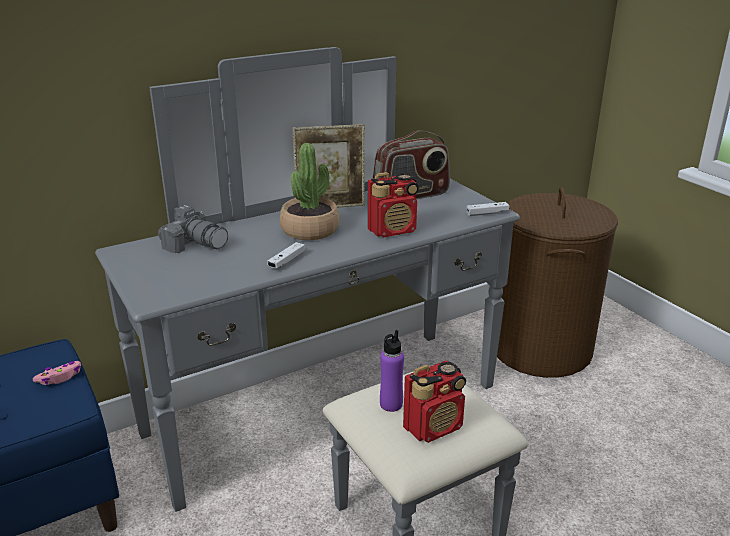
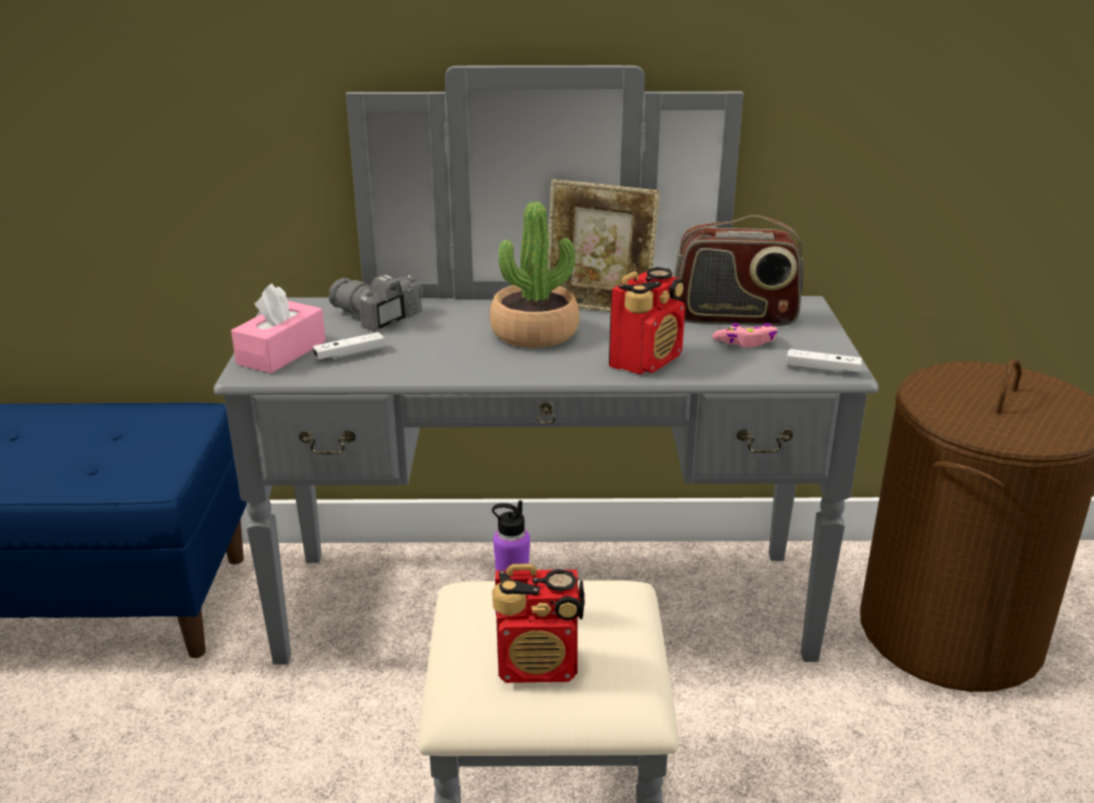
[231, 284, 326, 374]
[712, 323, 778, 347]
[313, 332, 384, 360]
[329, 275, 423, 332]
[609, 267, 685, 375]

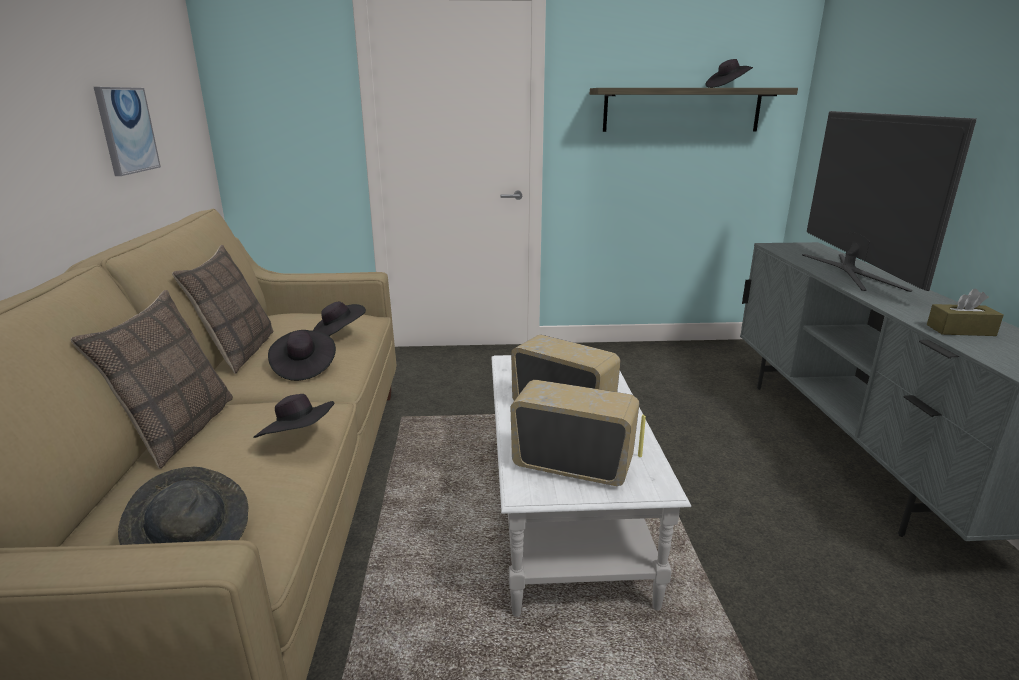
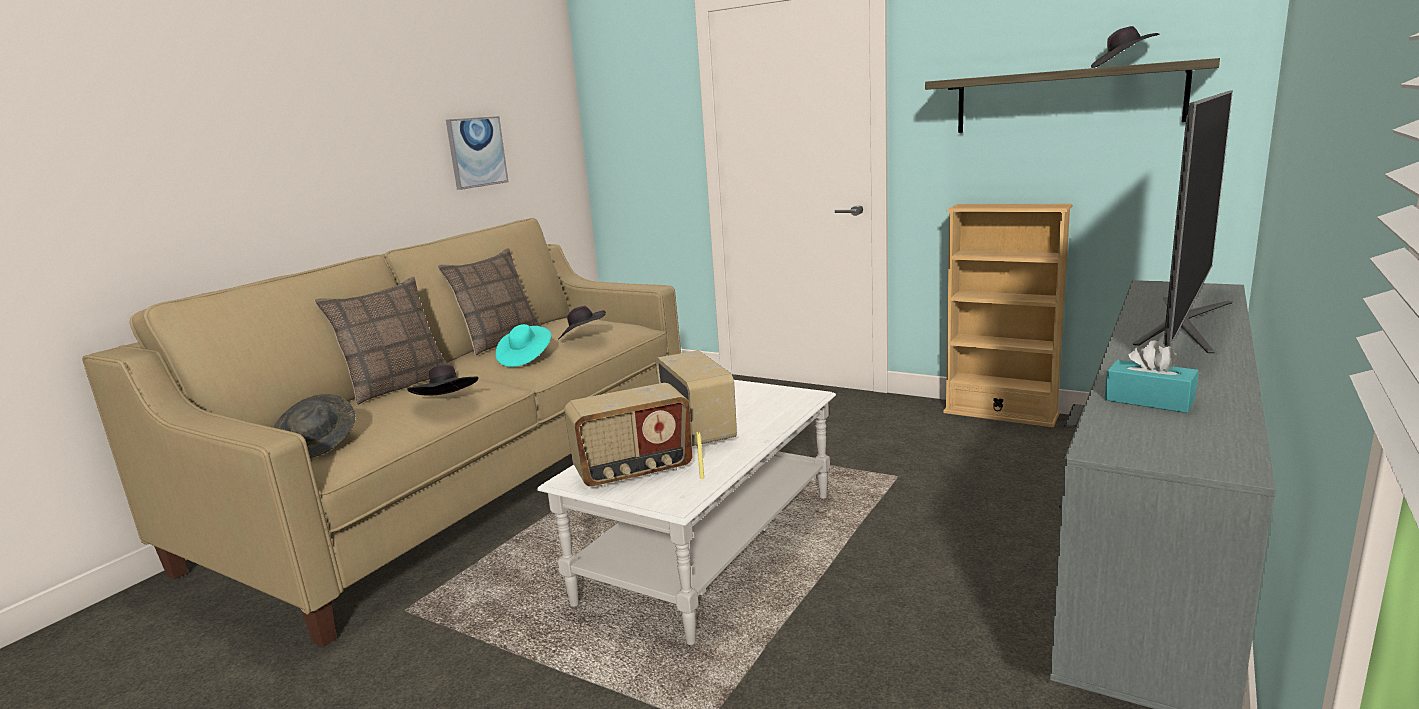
[943, 204, 1073, 427]
[496, 324, 551, 367]
[1105, 340, 1198, 413]
[564, 383, 692, 488]

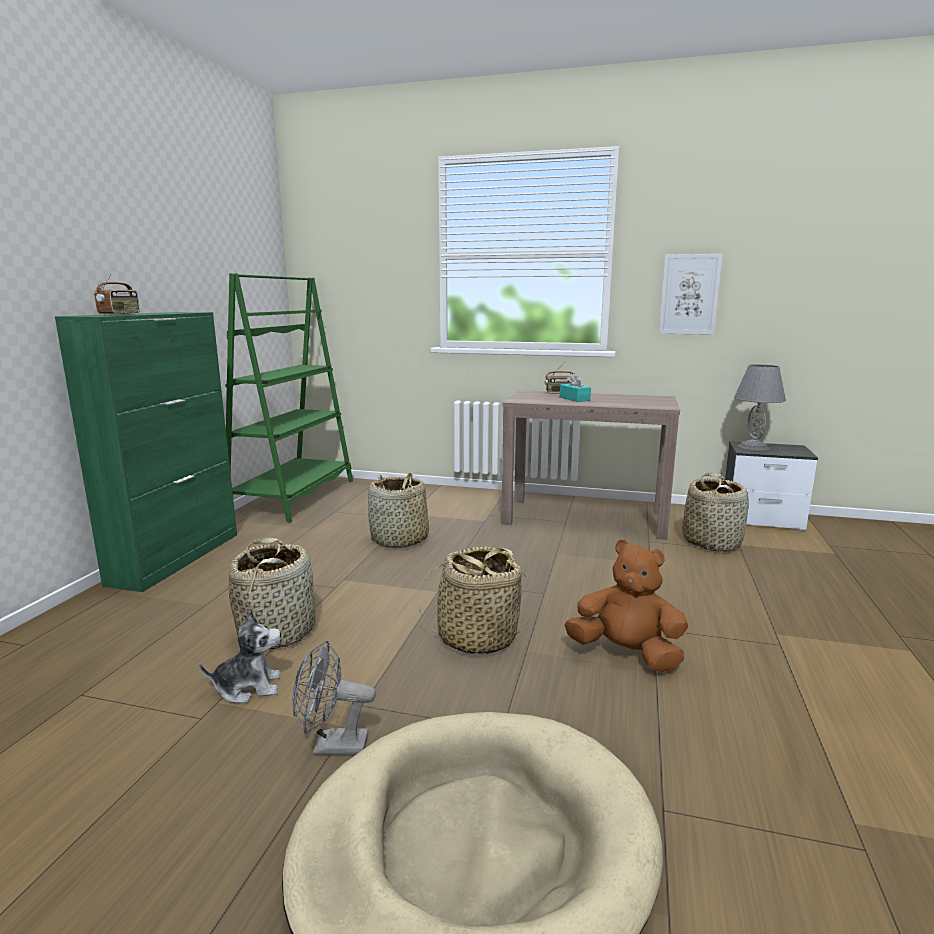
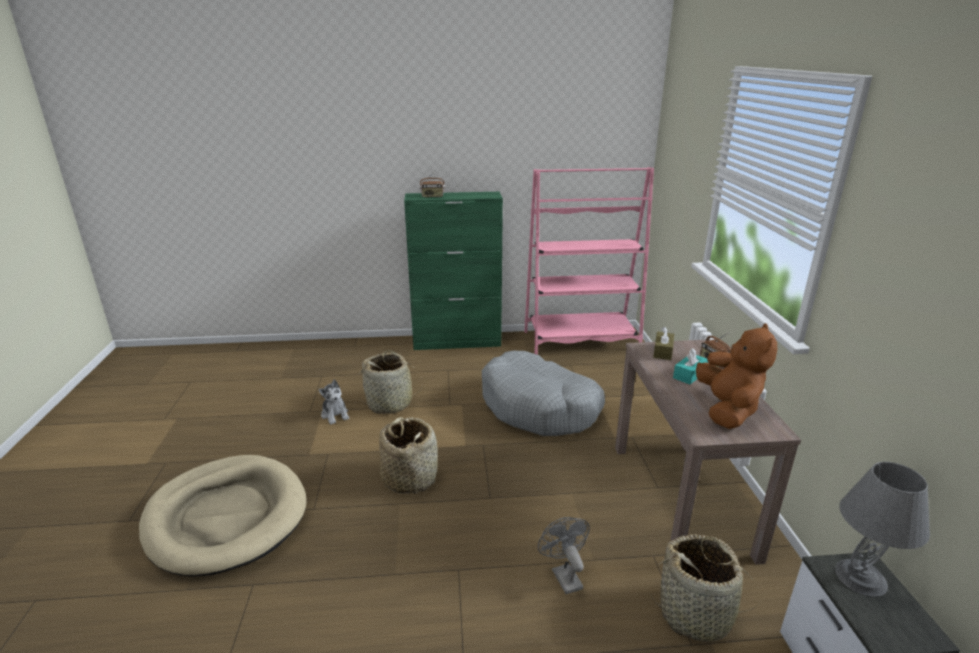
[659, 254, 723, 335] (first image)
[653, 327, 674, 360]
[538, 517, 590, 594]
[696, 323, 777, 429]
[482, 351, 605, 436]
[524, 167, 654, 355]

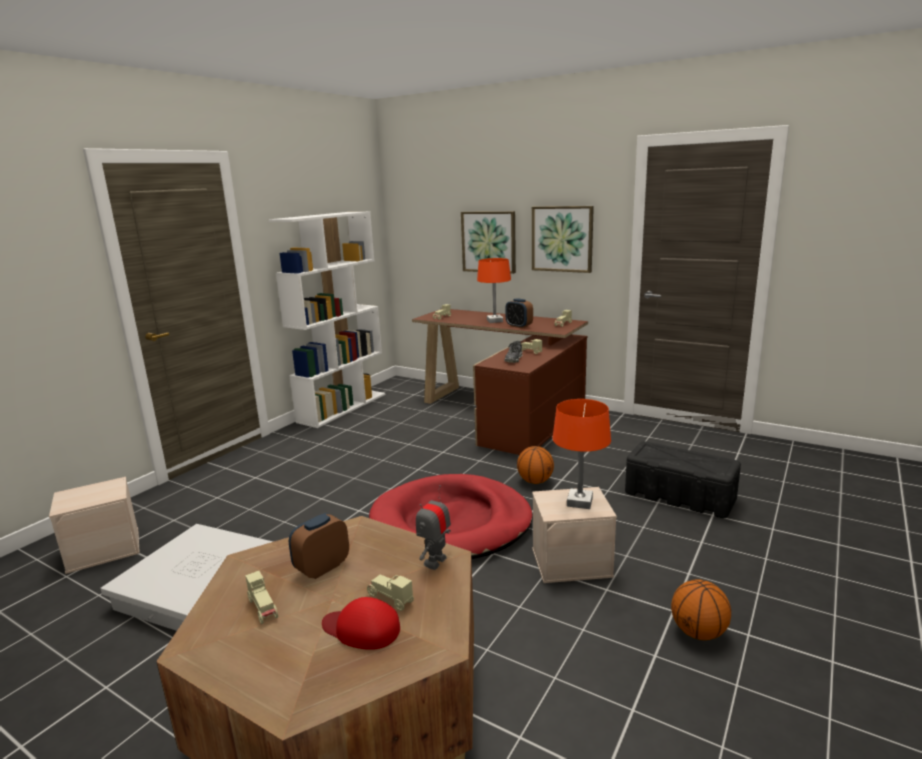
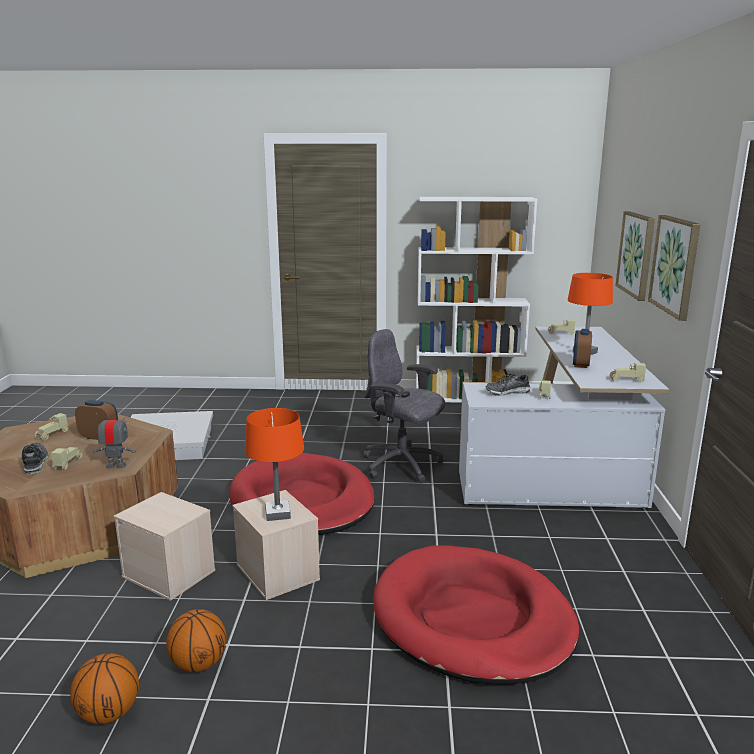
[363, 329, 445, 483]
[114, 492, 215, 601]
[70, 653, 139, 724]
[22, 443, 49, 474]
[373, 545, 579, 684]
[459, 326, 669, 508]

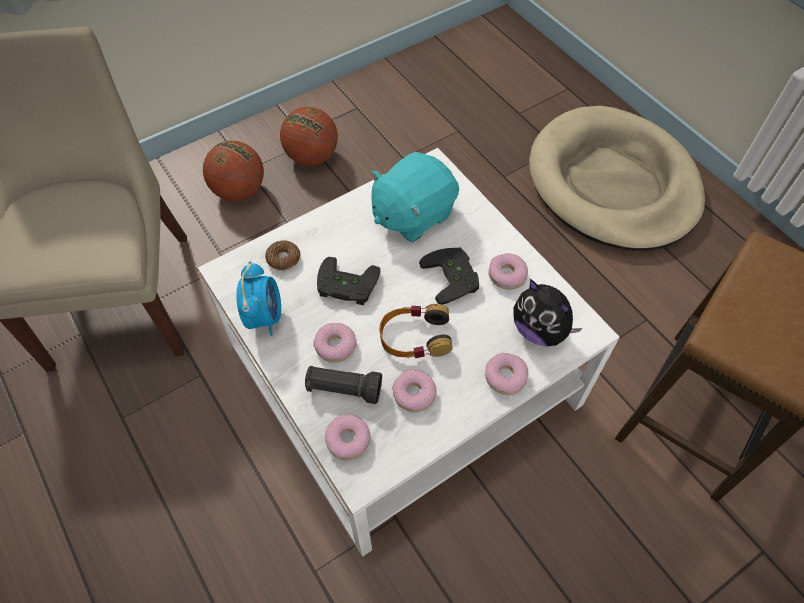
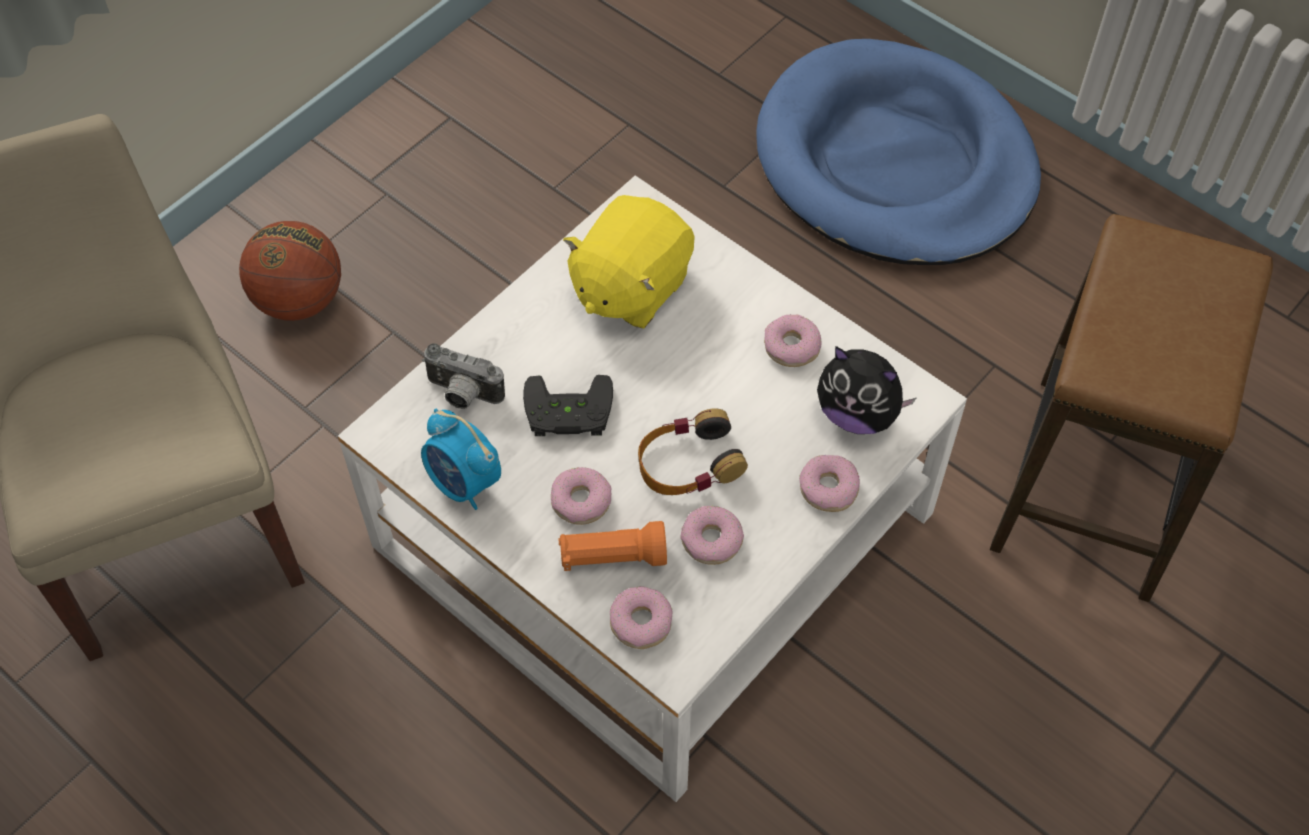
[280, 107, 338, 166] (first image)
[419, 248, 479, 305] (first image)
[422, 343, 505, 409]
[558, 521, 667, 571]
[563, 195, 695, 328]
[756, 39, 1041, 265]
[421, 409, 501, 510]

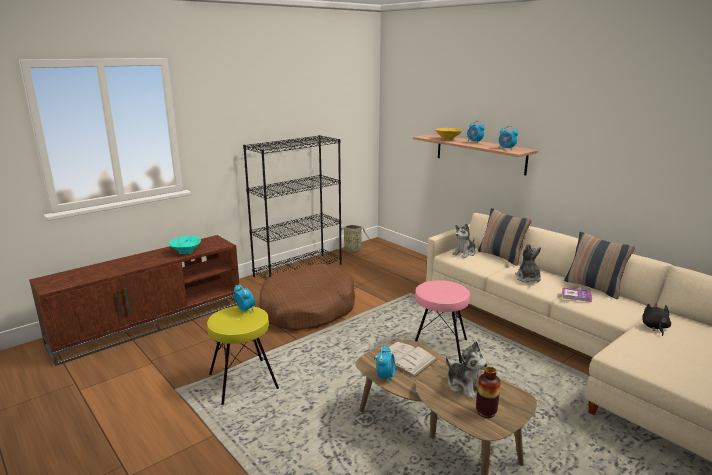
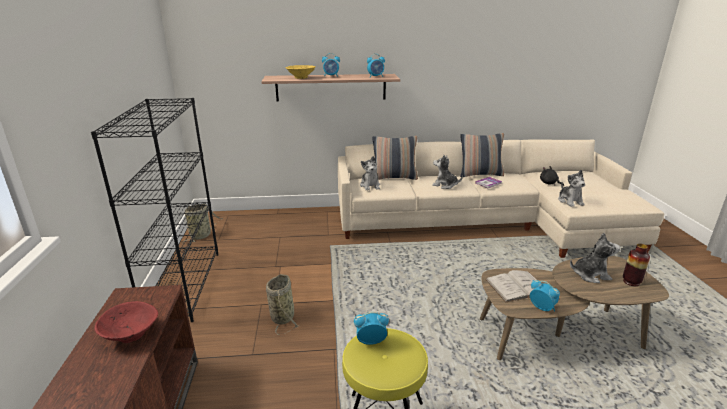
[415, 280, 470, 363] (first image)
[558, 170, 585, 207]
[266, 274, 298, 335]
[94, 301, 158, 343]

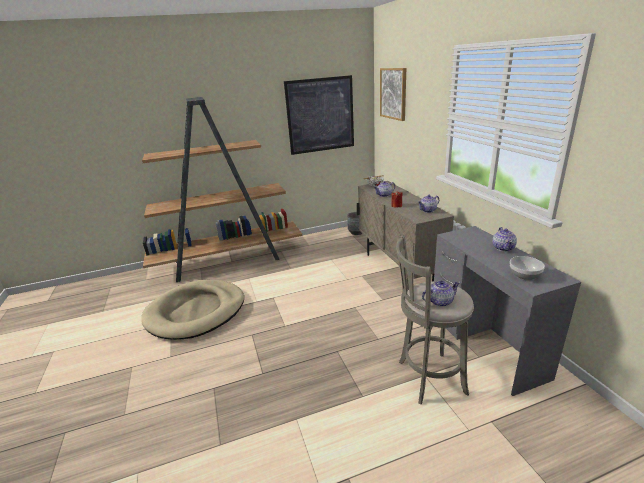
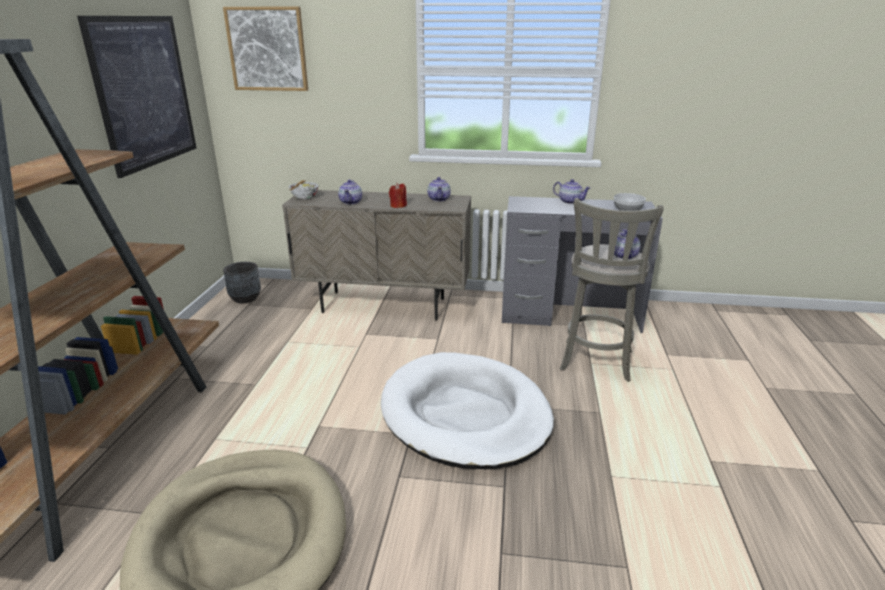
[381, 352, 554, 469]

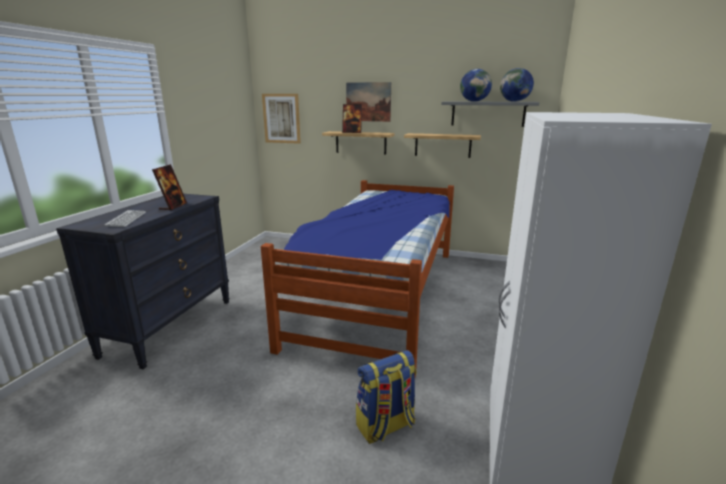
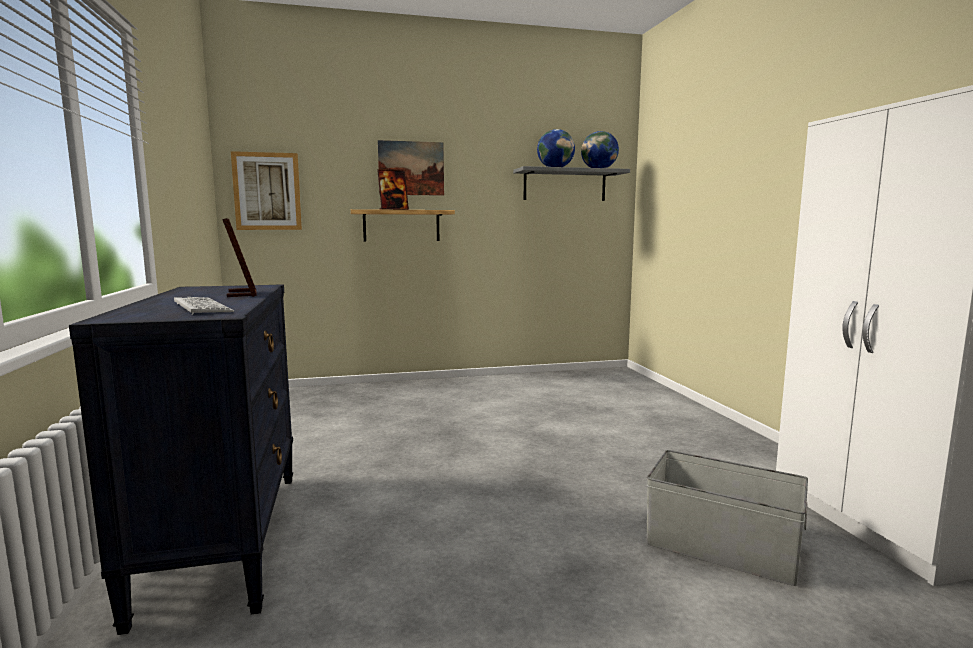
[261, 180, 454, 377] (first image)
[404, 133, 481, 158] (first image)
[646, 450, 808, 586]

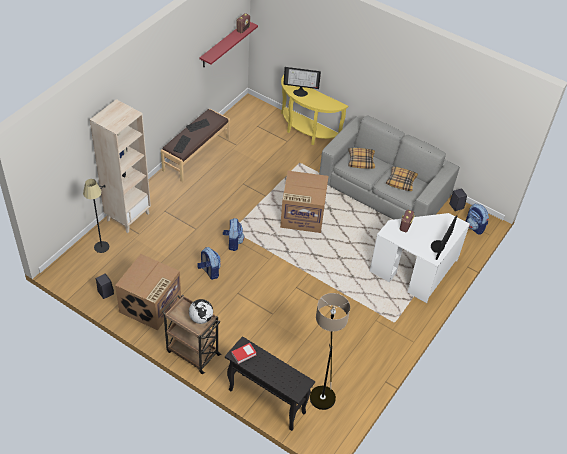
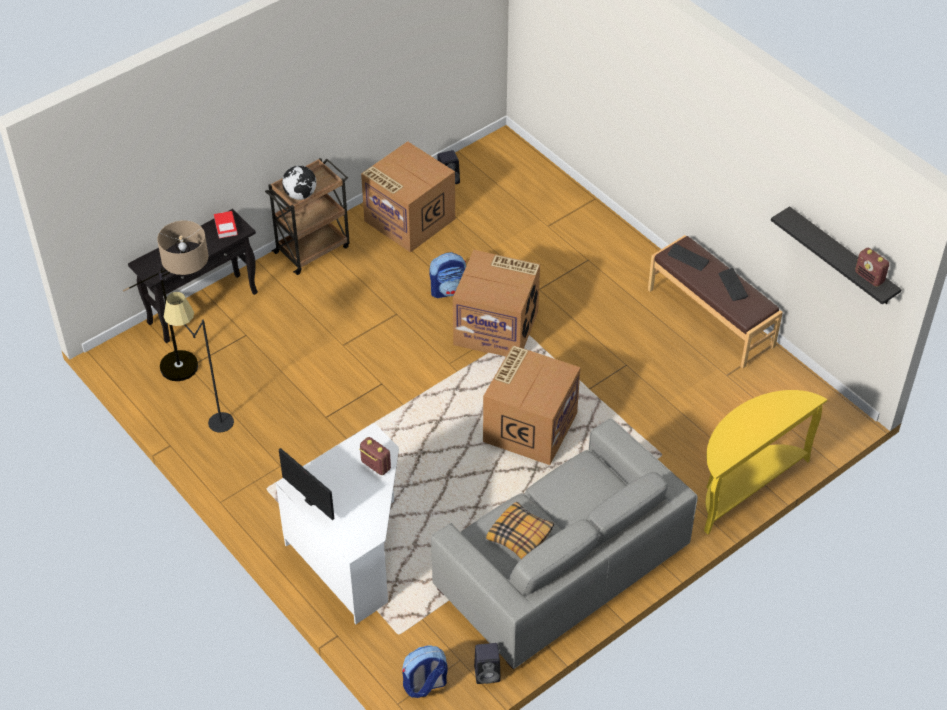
[90, 99, 151, 233] (first image)
[283, 67, 321, 97] (first image)
[348, 148, 375, 169] (first image)
[164, 292, 234, 432]
[453, 250, 540, 356]
[771, 206, 902, 305]

